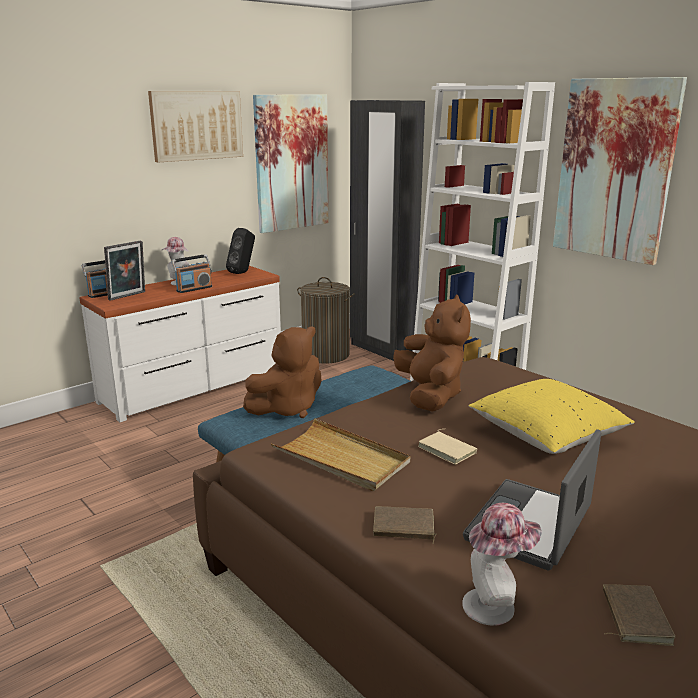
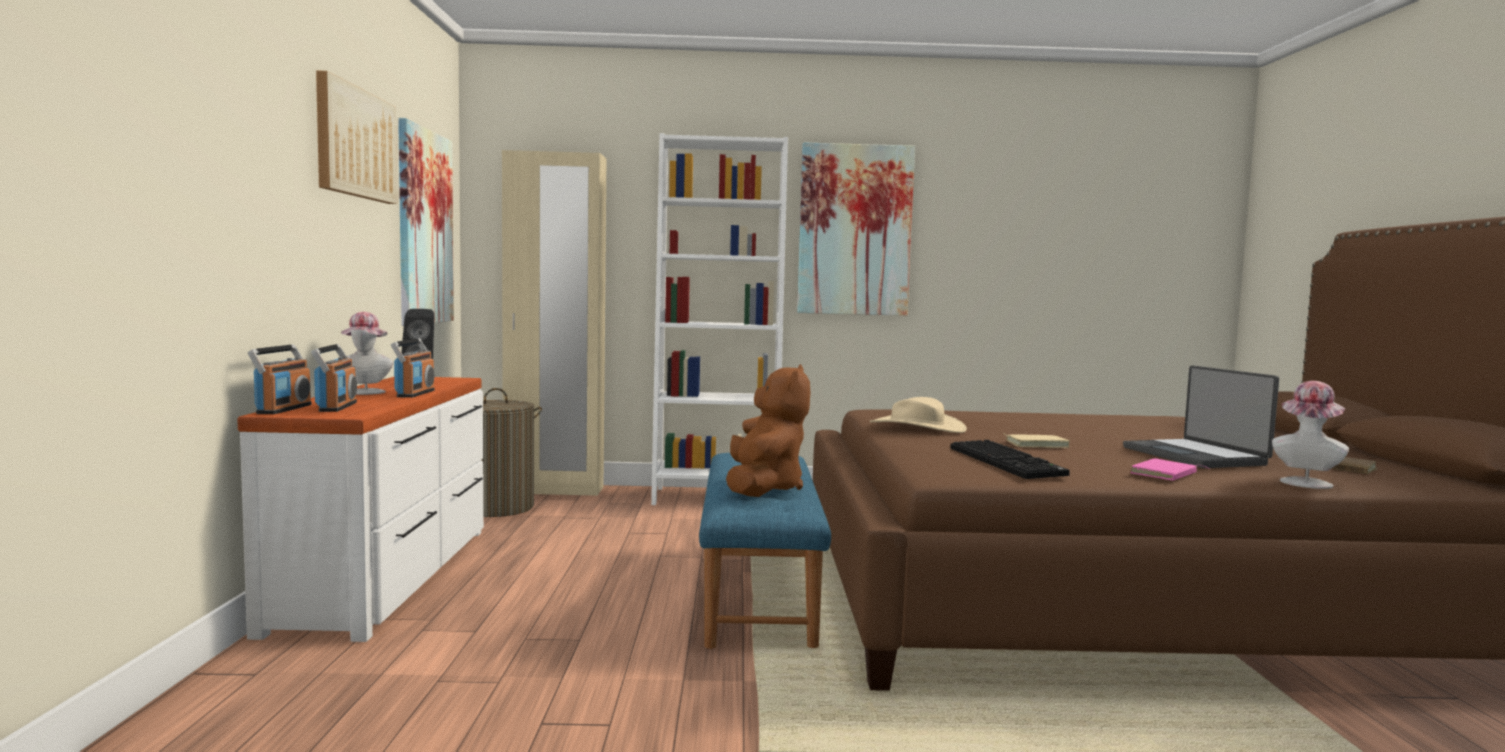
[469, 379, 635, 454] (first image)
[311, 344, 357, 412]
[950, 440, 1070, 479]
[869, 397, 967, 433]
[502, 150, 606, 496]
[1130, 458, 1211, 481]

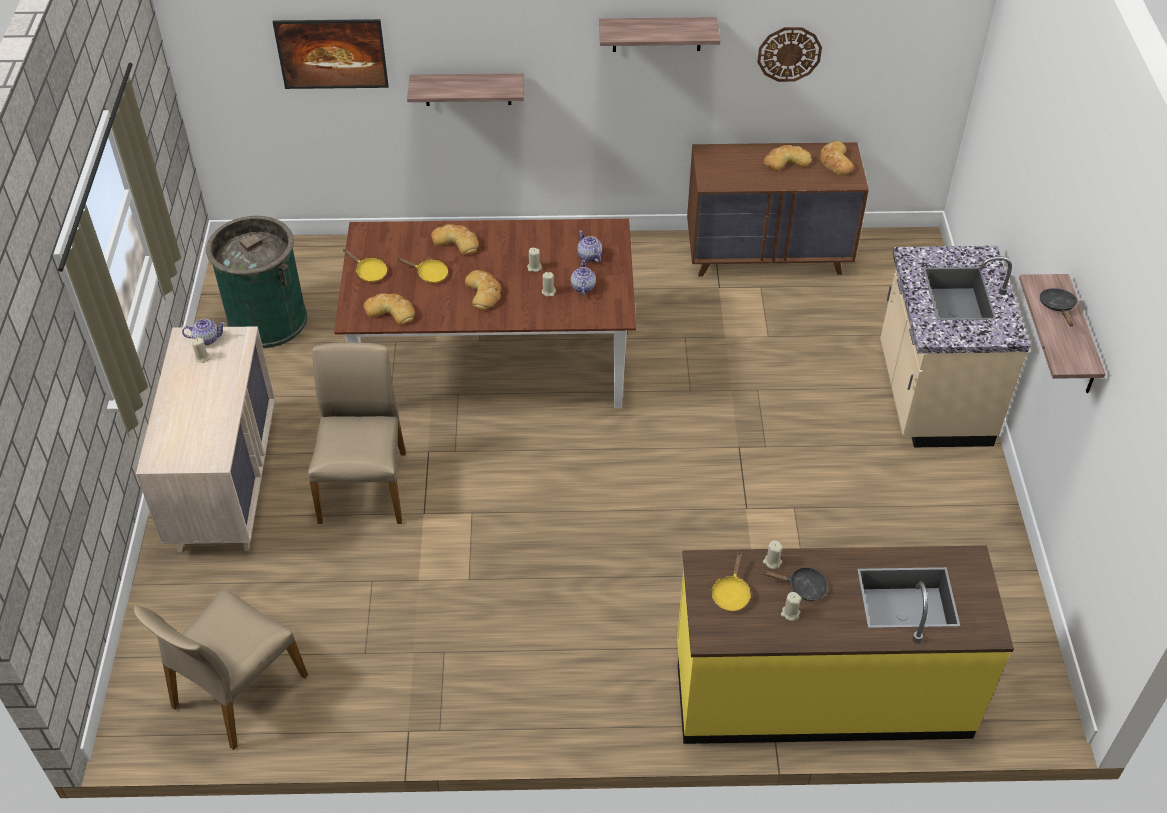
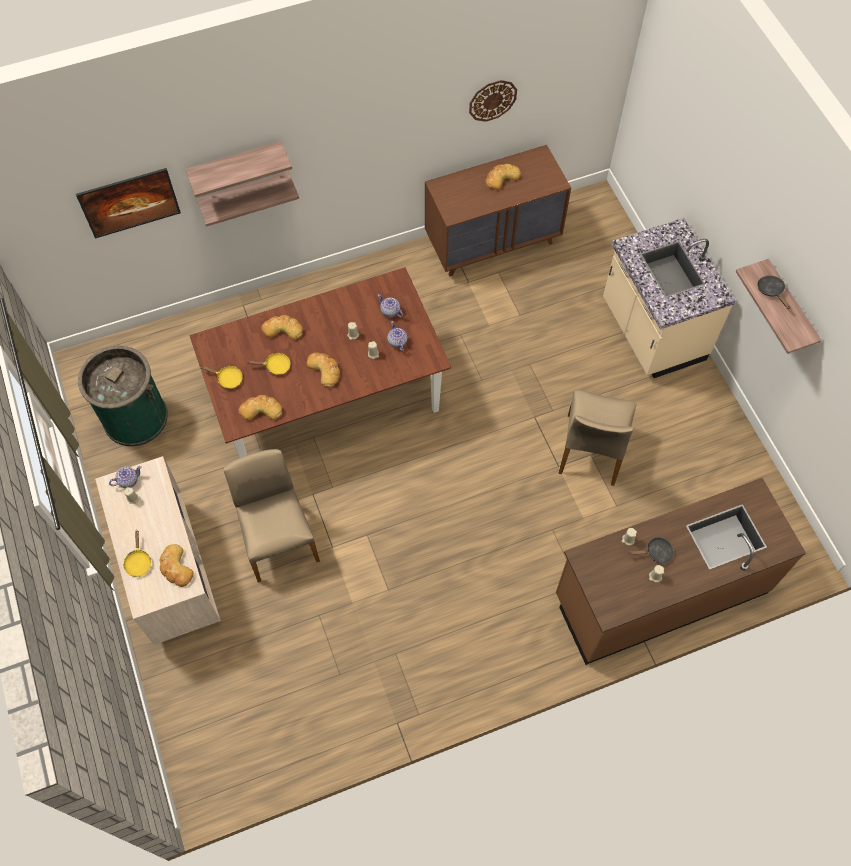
[558, 389, 636, 486]
[185, 141, 292, 197]
[123, 531, 152, 577]
[160, 544, 194, 587]
[556, 478, 806, 665]

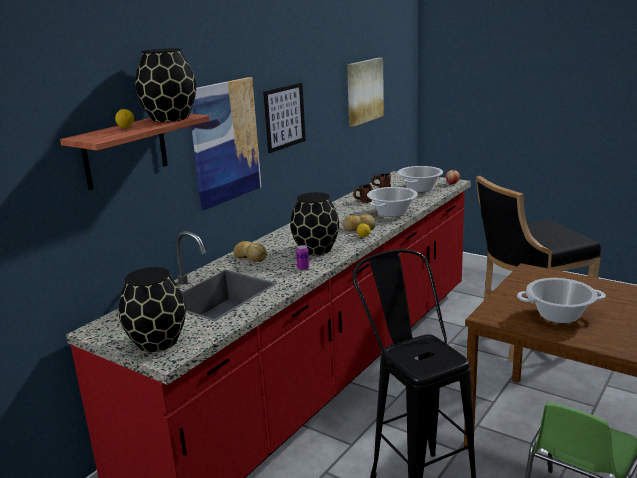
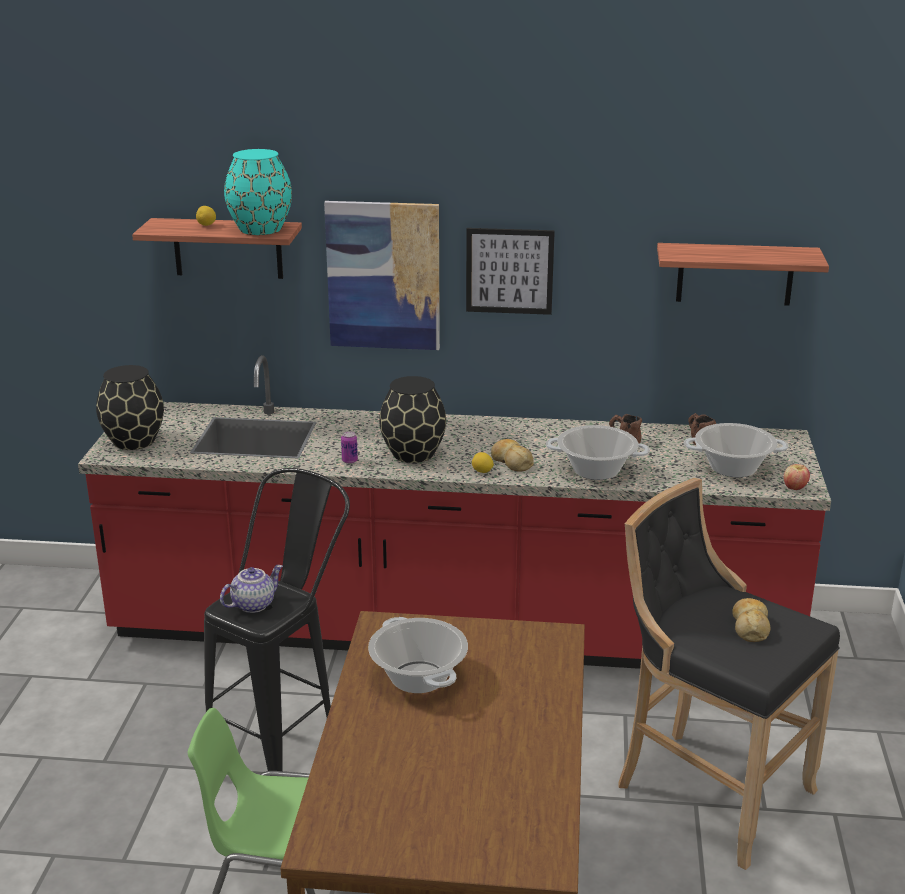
[220, 565, 283, 613]
[732, 598, 770, 642]
[657, 243, 829, 306]
[224, 149, 292, 235]

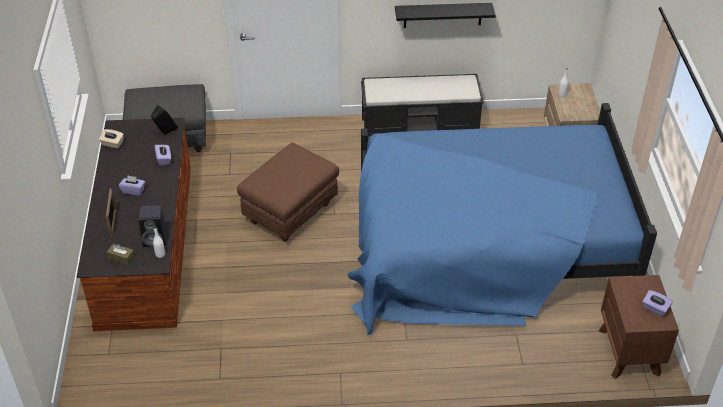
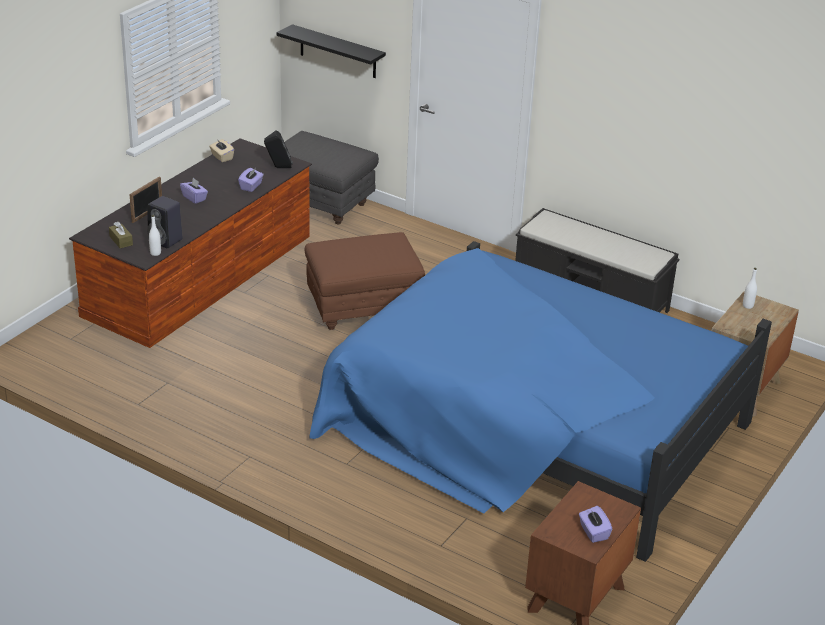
[276, 24, 386, 78]

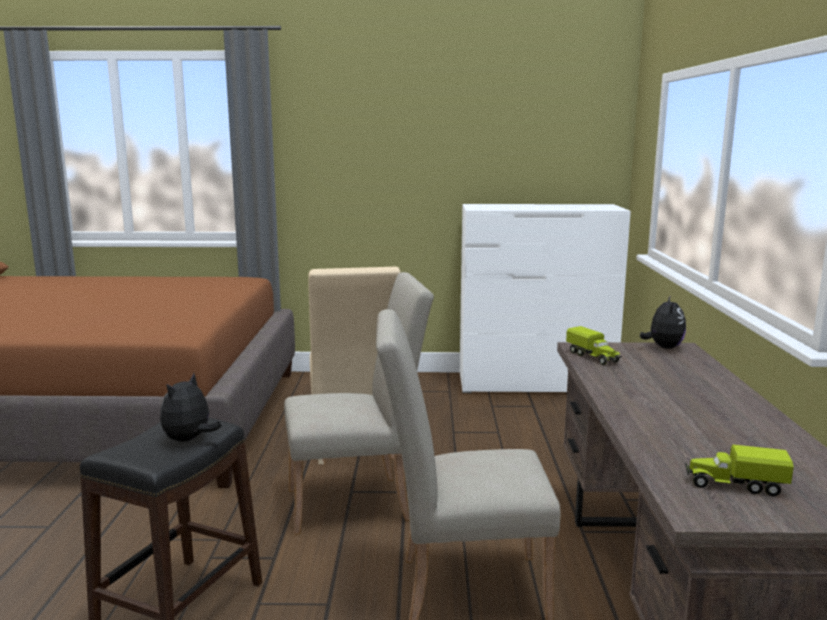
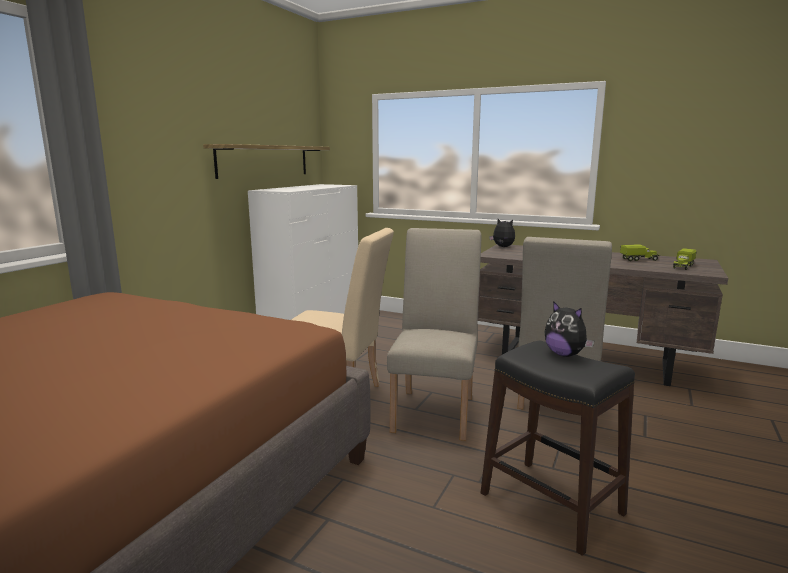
[203, 144, 330, 179]
[620, 245, 660, 261]

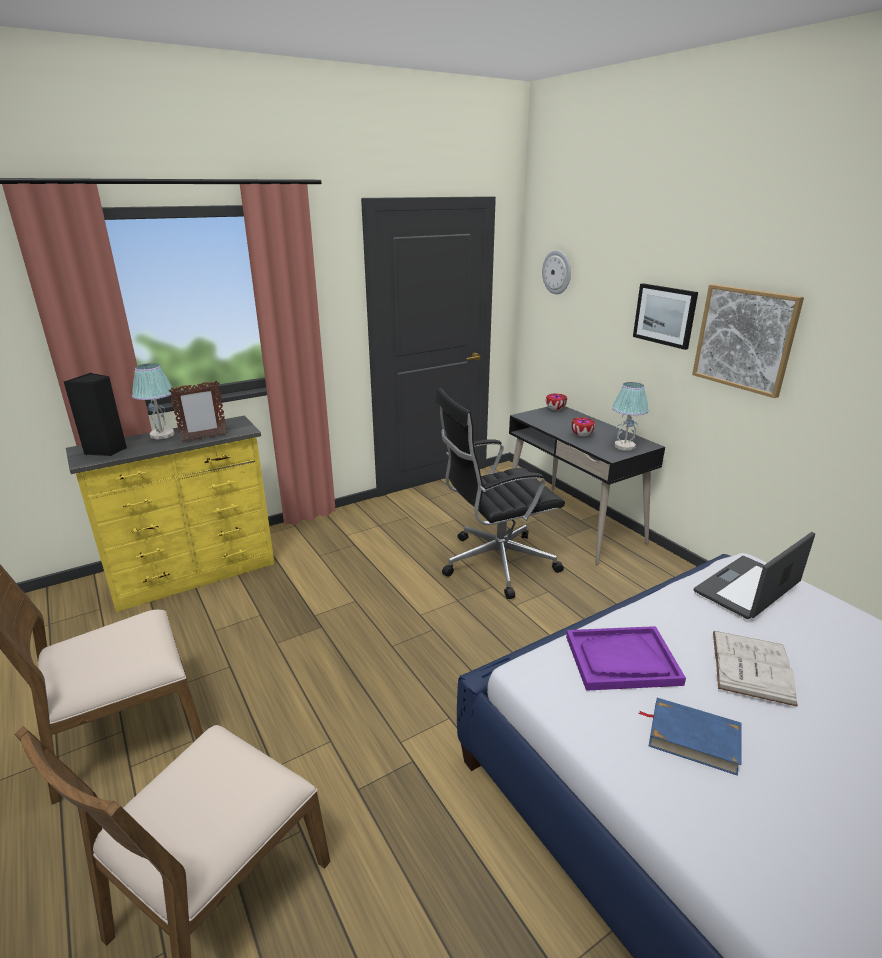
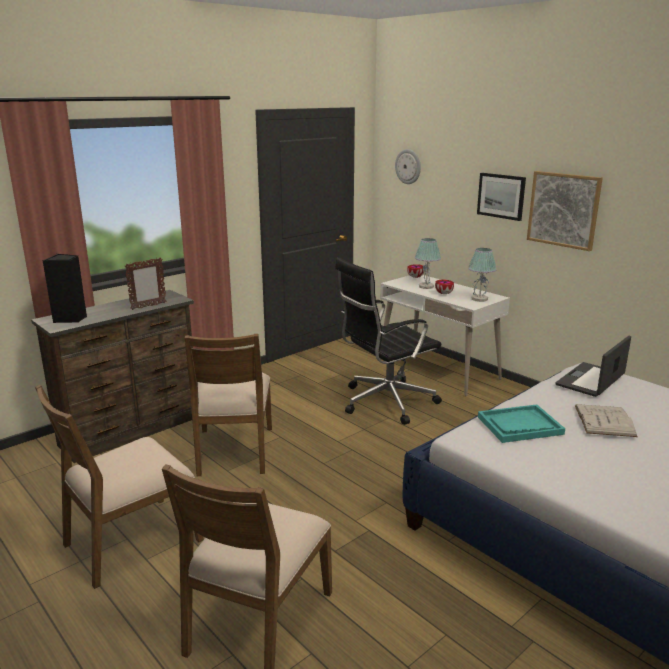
[639, 698, 742, 776] (first image)
[185, 334, 272, 476]
[415, 238, 441, 289]
[31, 290, 194, 463]
[380, 275, 510, 397]
[478, 404, 565, 443]

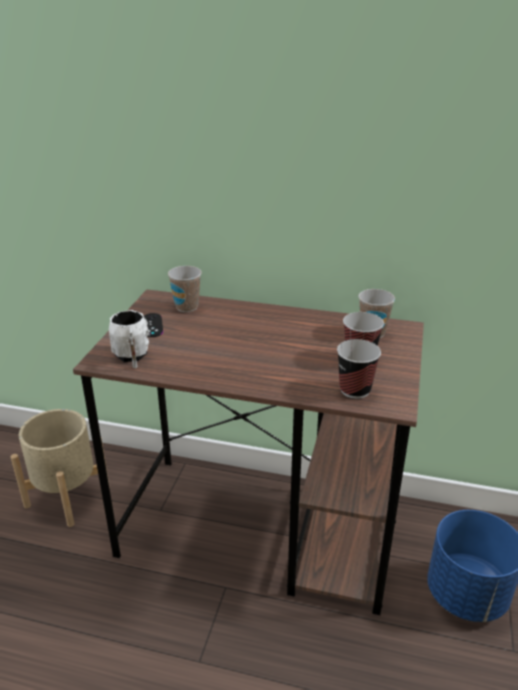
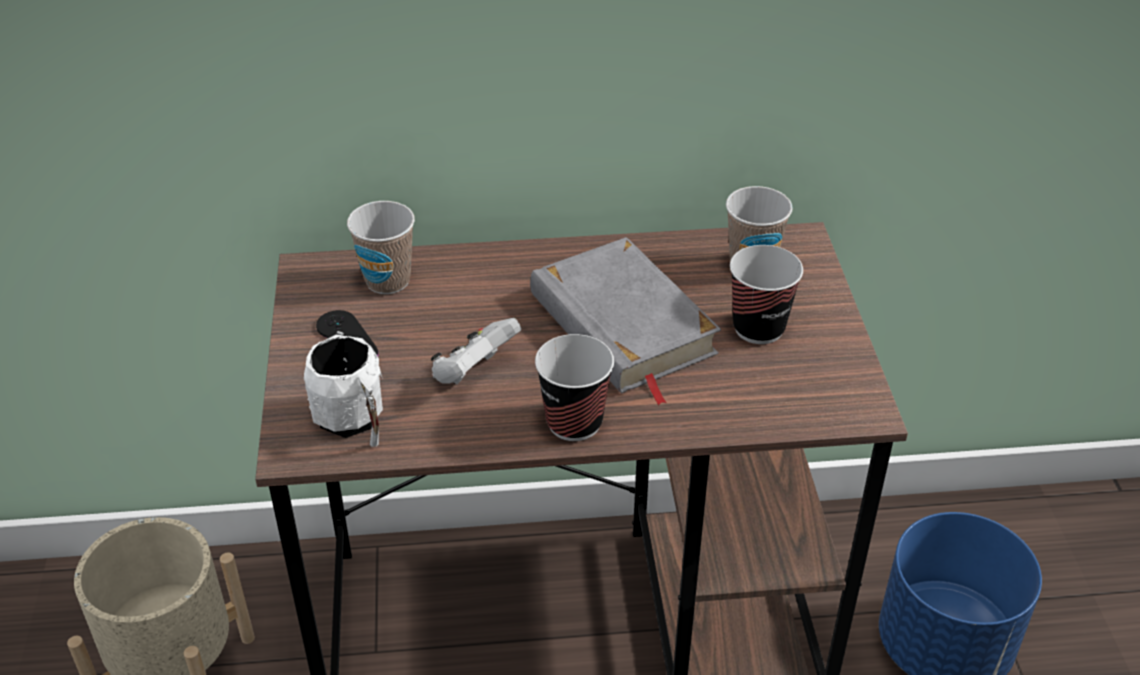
[431, 318, 521, 384]
[530, 237, 721, 405]
[535, 334, 614, 441]

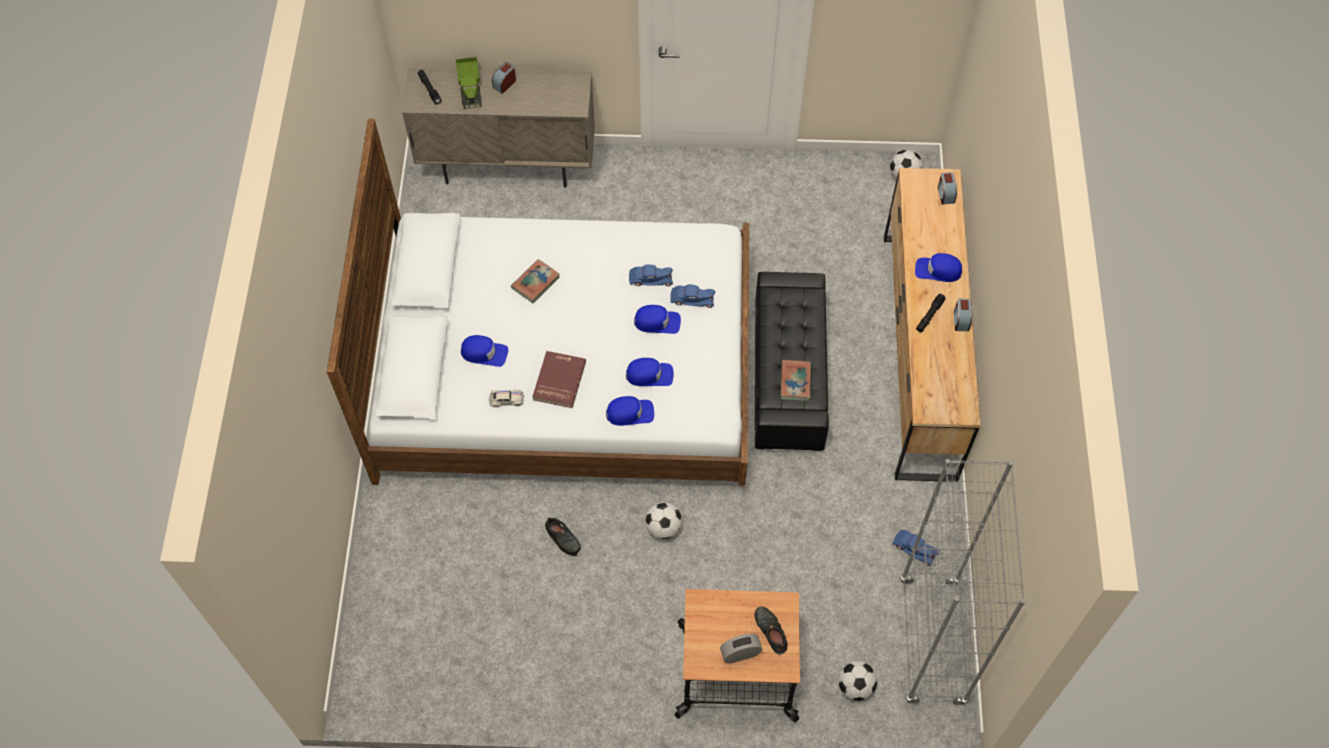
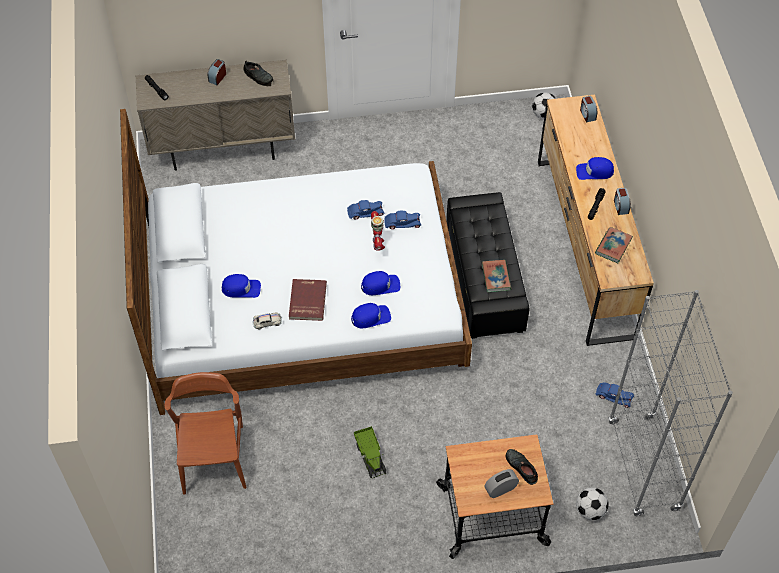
[645, 502, 682, 539] (first image)
[165, 372, 246, 495]
[354, 426, 386, 478]
[595, 227, 633, 263]
[243, 61, 273, 86]
[371, 211, 385, 251]

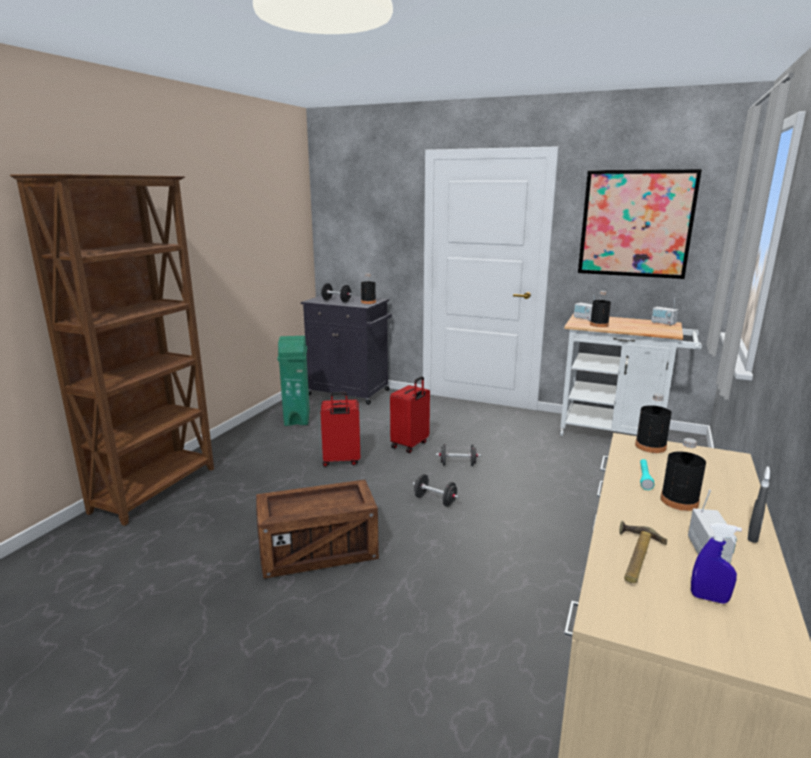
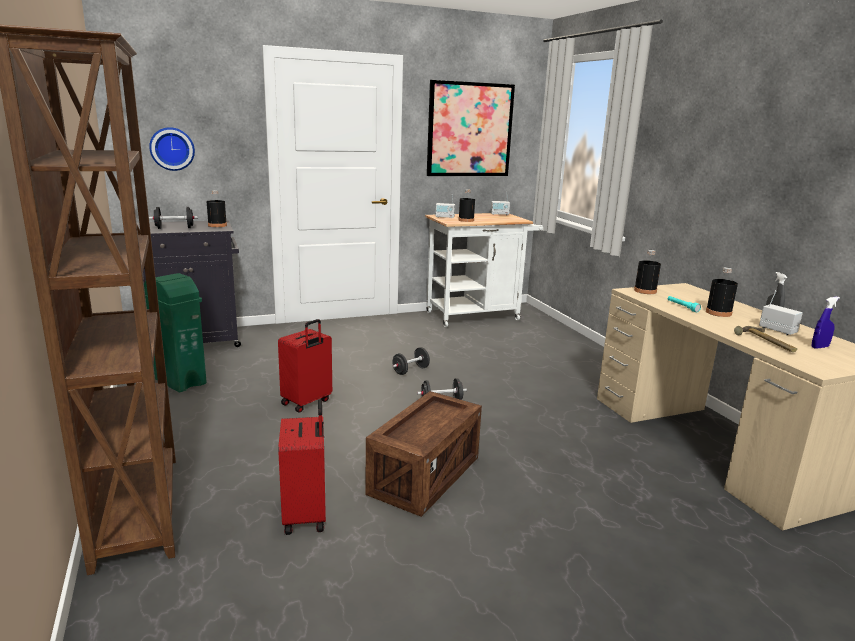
[149, 127, 195, 171]
[278, 399, 326, 535]

